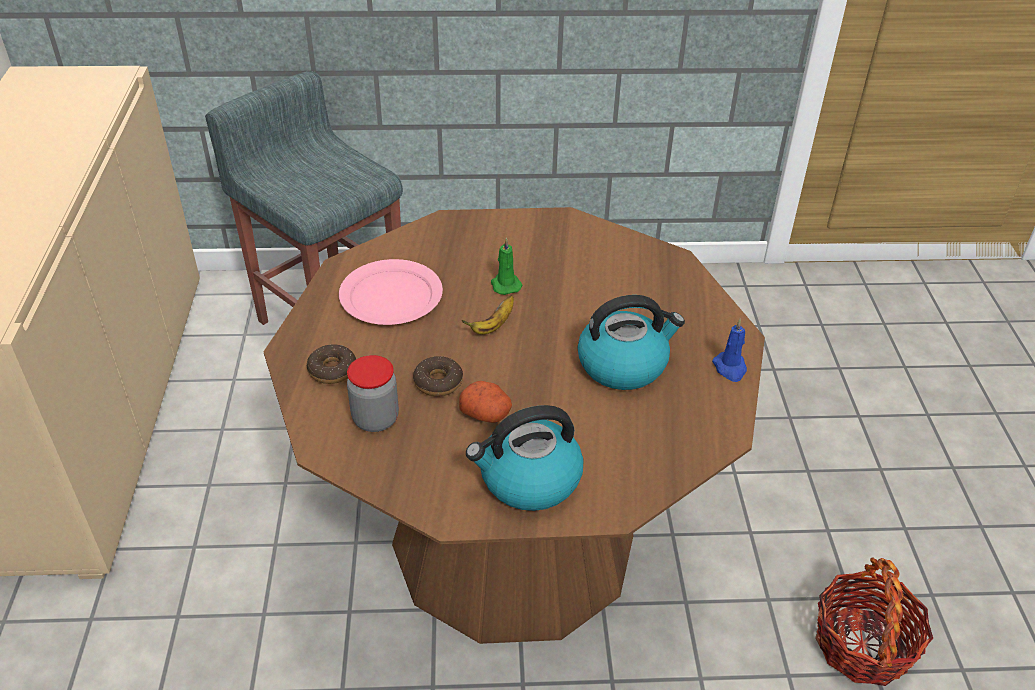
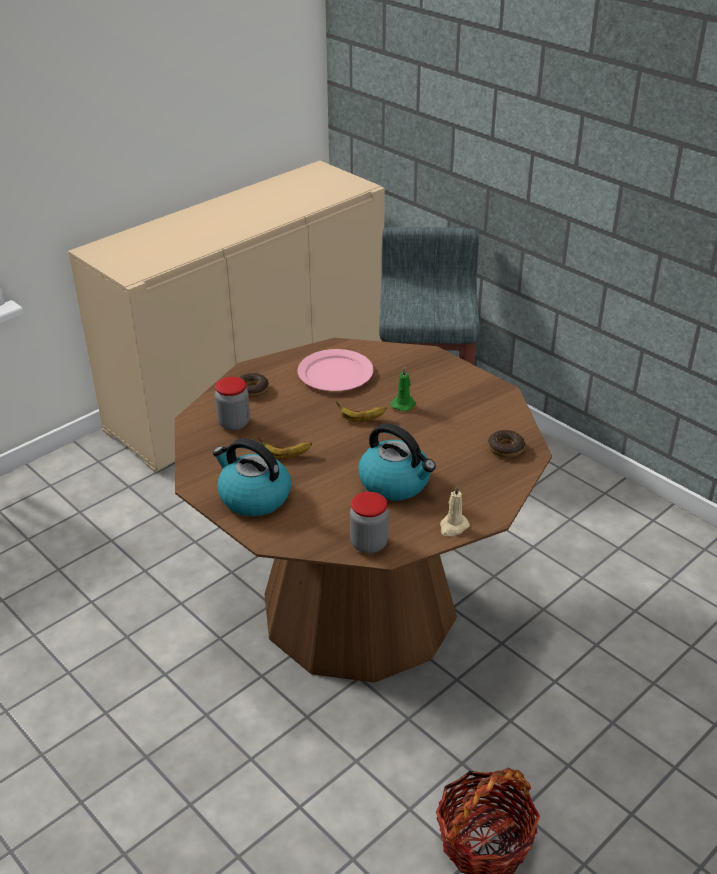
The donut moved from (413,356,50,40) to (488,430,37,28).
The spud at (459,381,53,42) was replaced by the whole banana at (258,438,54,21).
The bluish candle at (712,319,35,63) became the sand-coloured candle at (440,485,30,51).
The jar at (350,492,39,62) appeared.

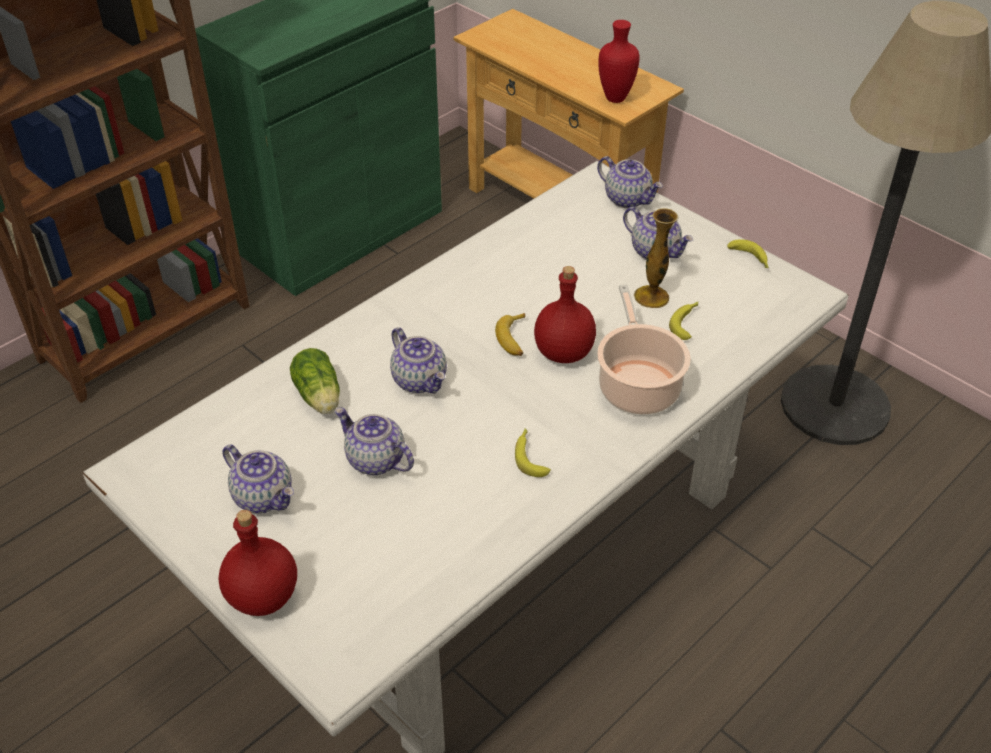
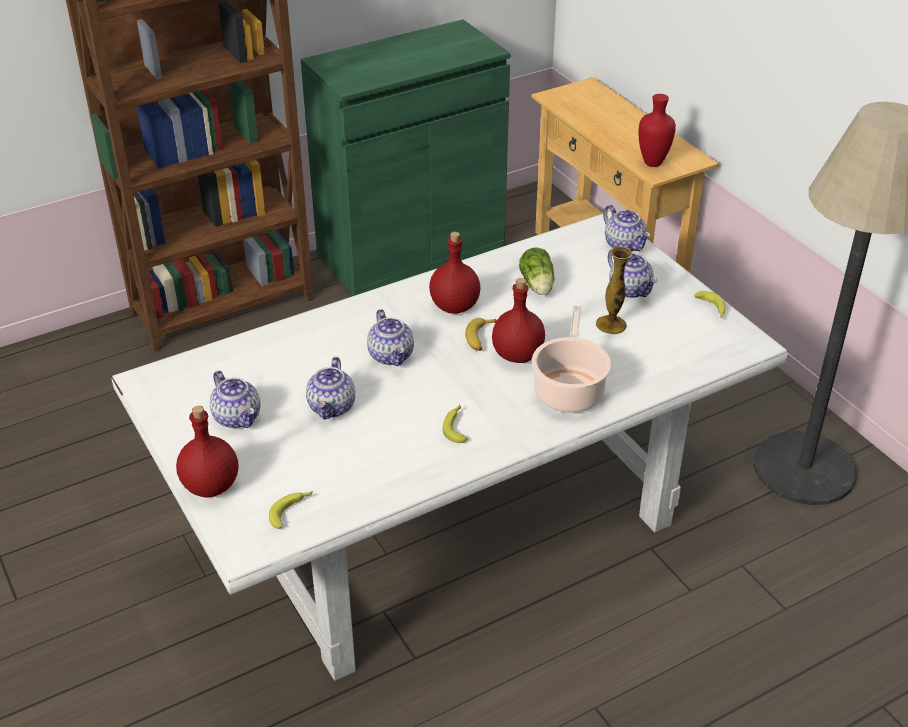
The lettuce head moved from (290,348,50,66) to (519,248,36,47).
The pot for tea at (335,408,79,67) turned 135 degrees counterclockwise.
The whole banana moved from (669,302,29,38) to (269,491,44,38).
The red drink bottle at (429,232,52,82) appeared.

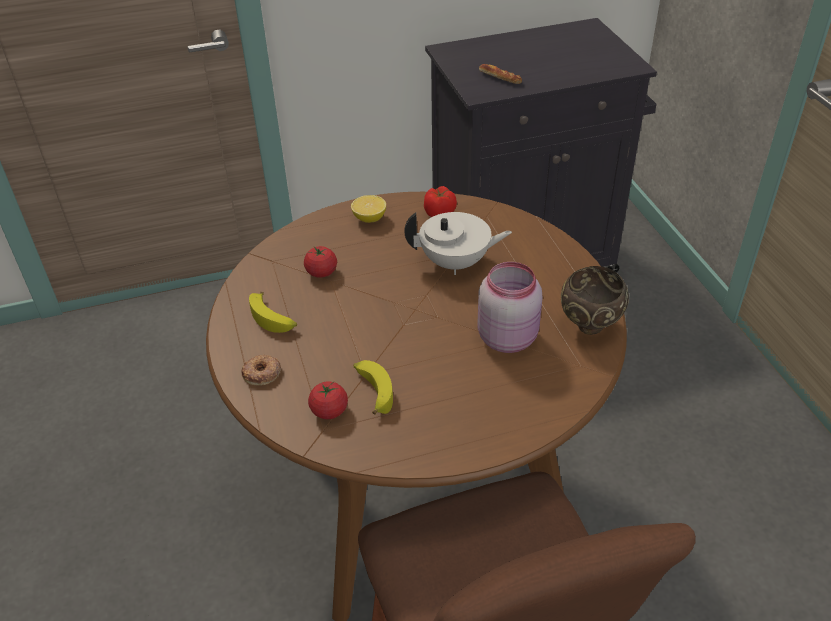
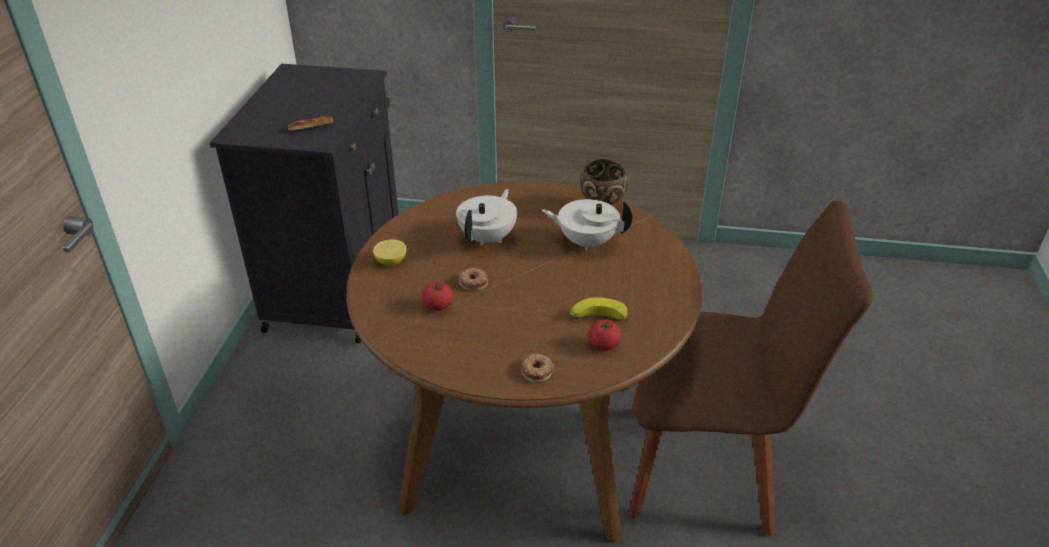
The whole banana at (249,292,48,41) disappeared.
The fresh tomato at (424,186,33,31) disappeared.
The pink jar at (477,262,65,91) was replaced by the white-coloured pot for tea at (542,199,91,52).
The donut at (459,268,29,23) appeared.

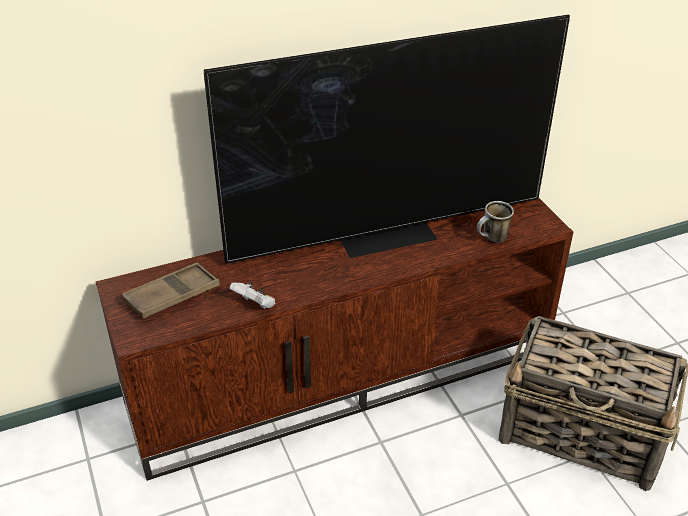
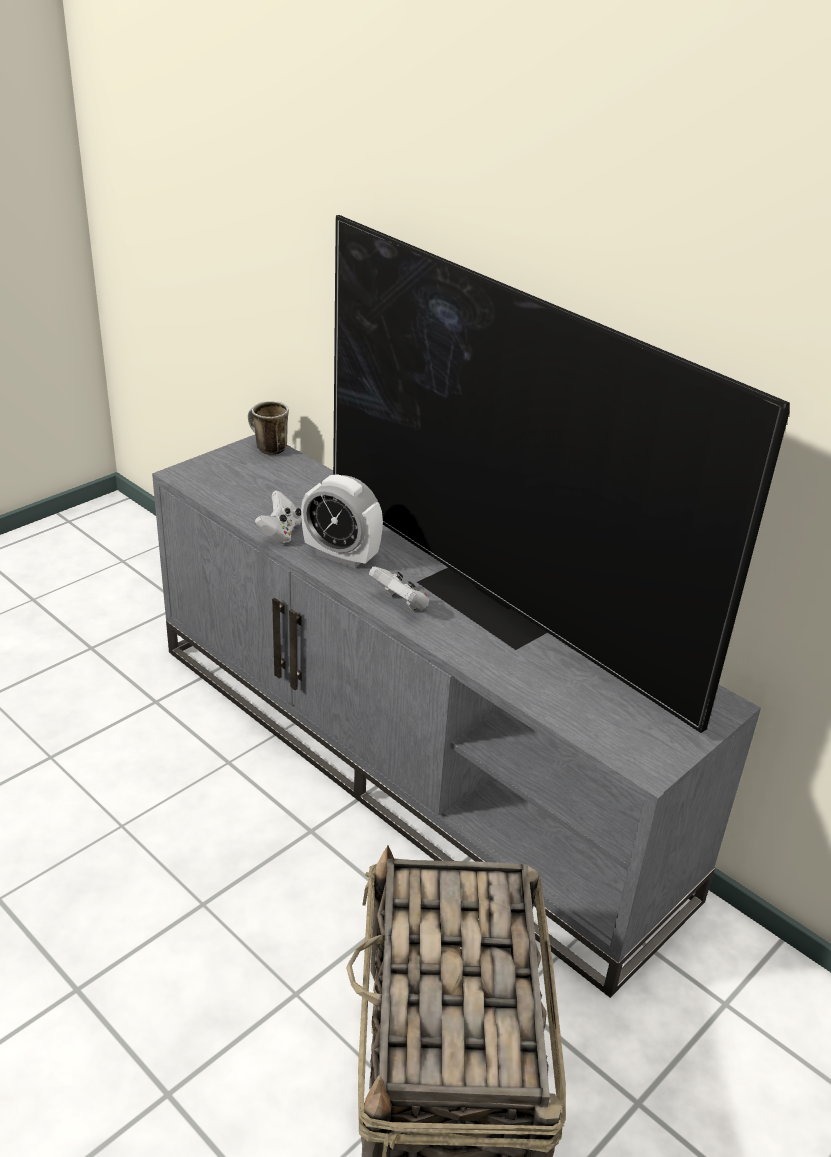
The brownish tv unit at (96,198,477,283) became the greyish tv unit at (152,435,609,563).
The brownish serving tray at (122,262,98,56) disappeared.
The coffee mug moved from (477,201,37,42) to (248,401,41,54).
The table clock at (301,474,82,94) appeared.
The white-coloured game controller at (369,566,60,45) appeared.

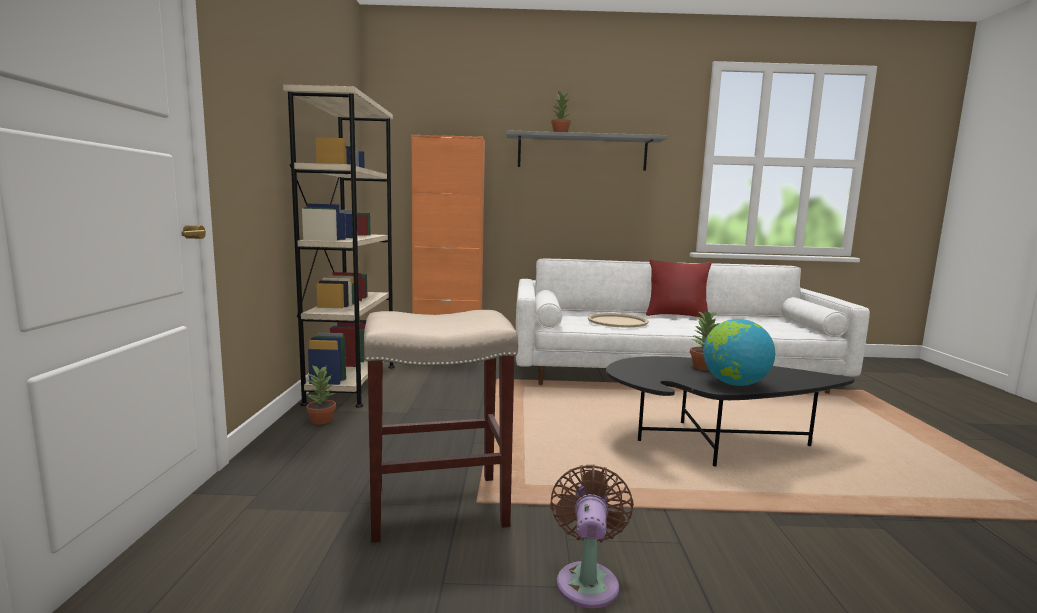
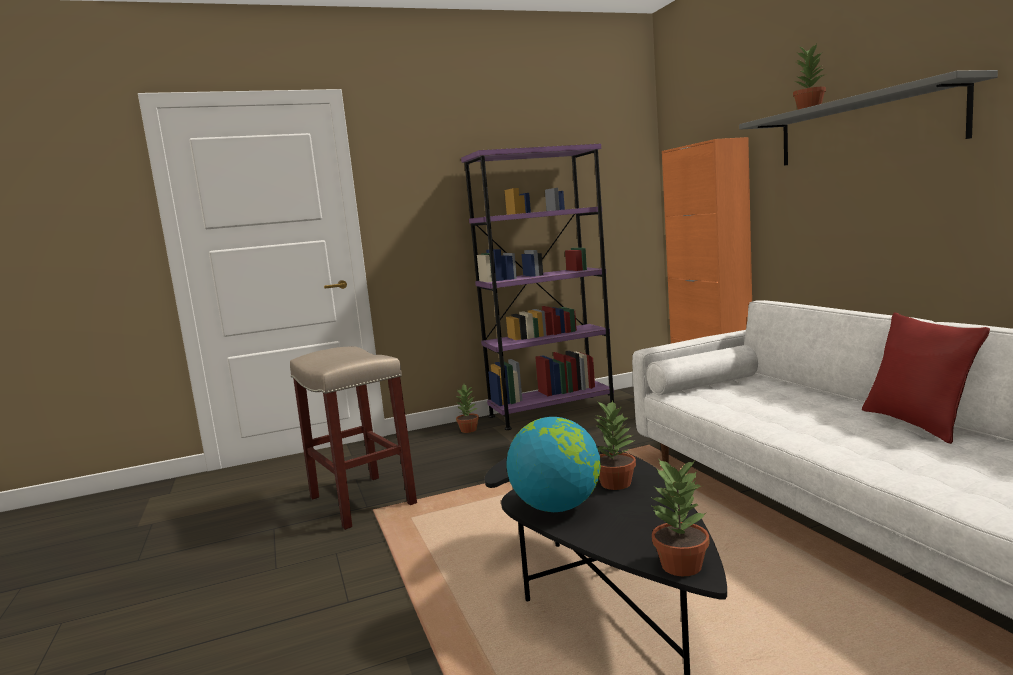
The sand-coloured shelving unit at (283,84,112,324) became the purple-coloured shelving unit at (461,144,153,286).
The brownish fan at (550,464,84,144) disappeared.
The sand-coloured serving tray at (588,313,61,14) disappeared.
The potted plant at (650,458,60,118) appeared.

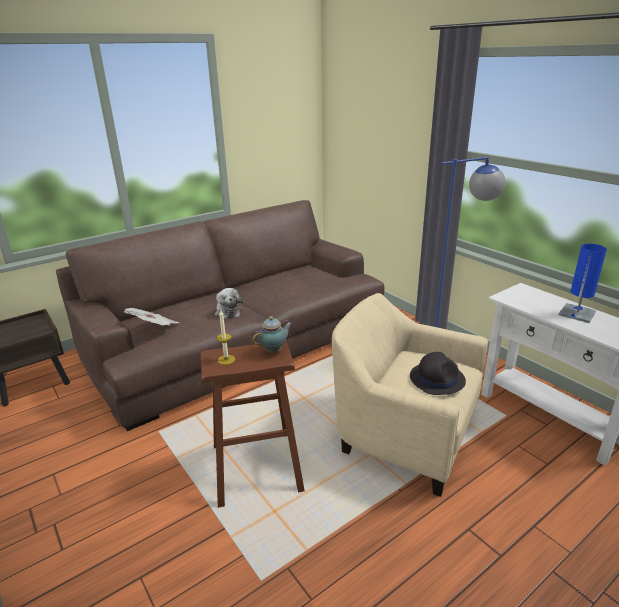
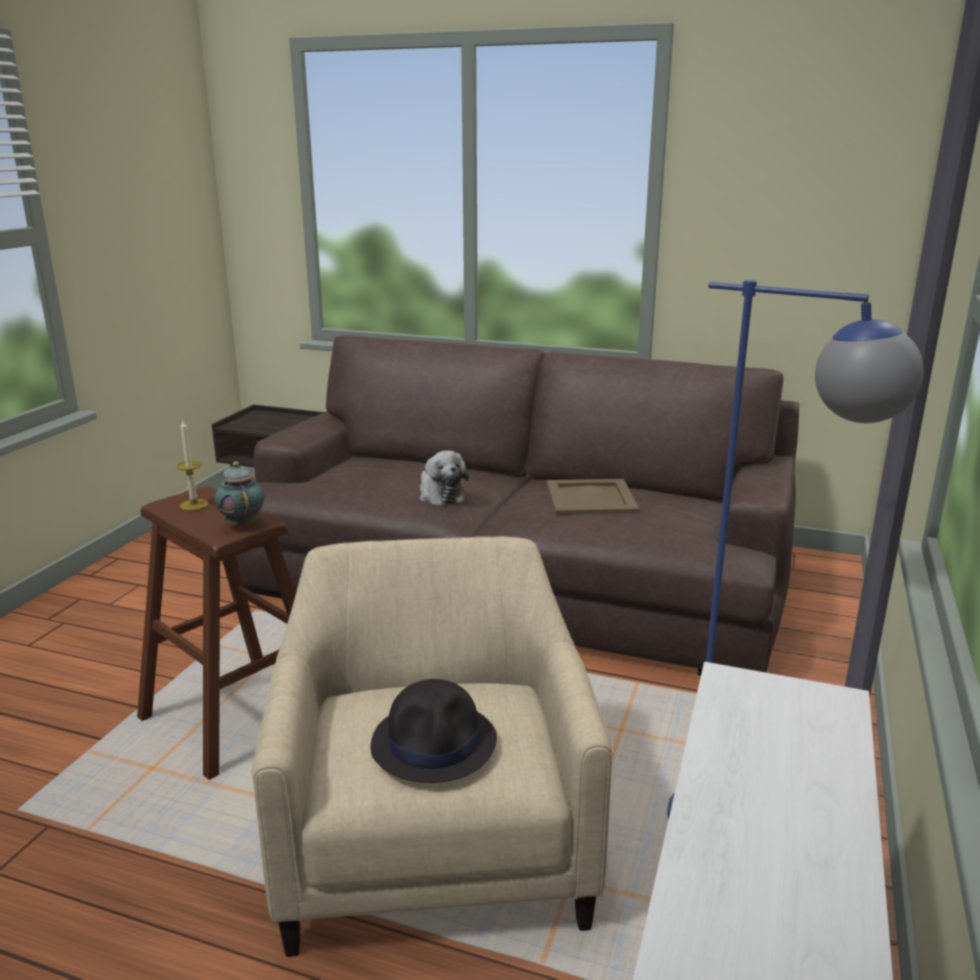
The printed paper at (124,308,55,18) disappeared.
The plush toy at (215,288,28,31) turned 60 degrees counterclockwise.
The pot for tea at (252,316,41,37) turned 135 degrees counterclockwise.
The bluish tabletop lamp at (559,244,48,79) disappeared.
The sand-coloured serving tray at (547,479,92,36) appeared.

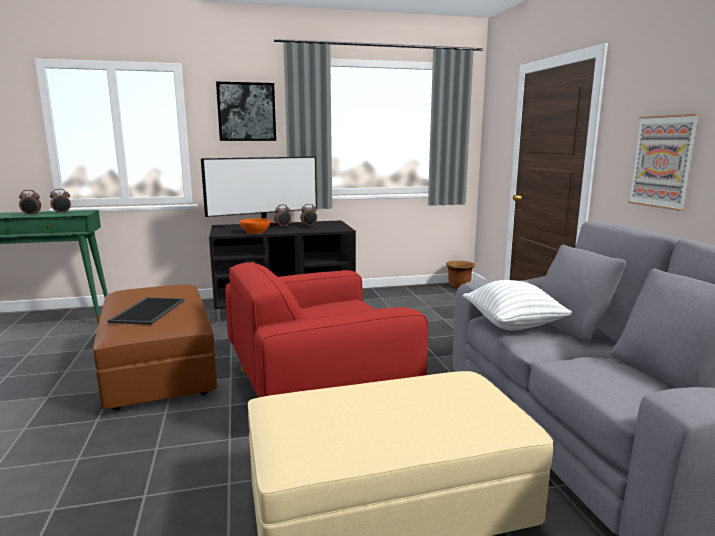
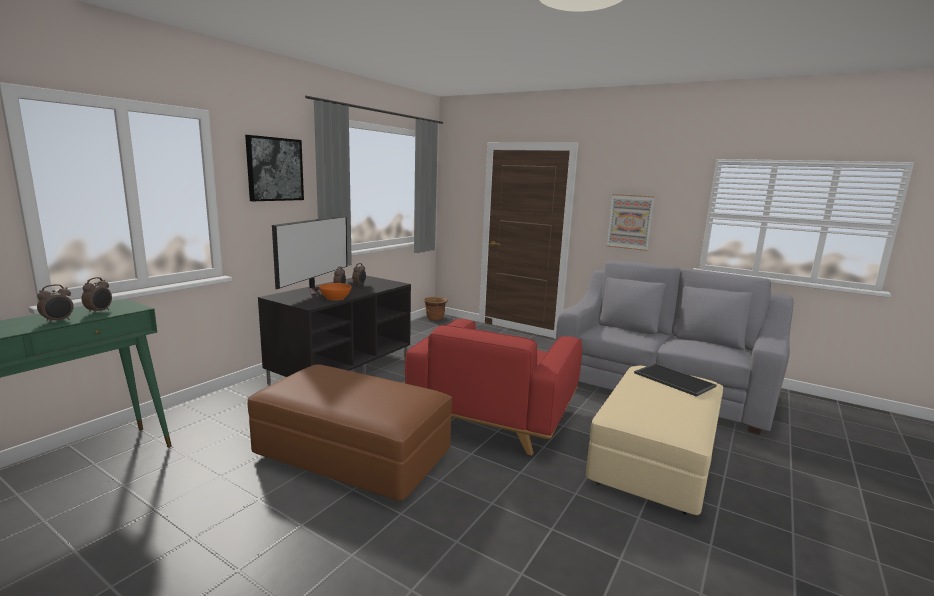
The serving tray moved from (107,297,78,28) to (634,363,82,34).
The white-coloured pillow at (463,280,109,50) disappeared.

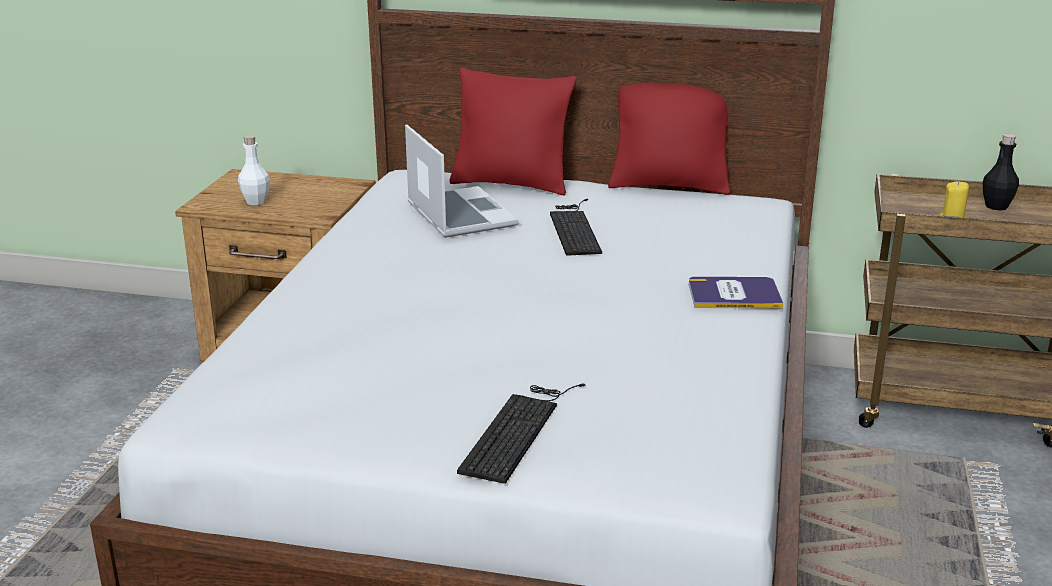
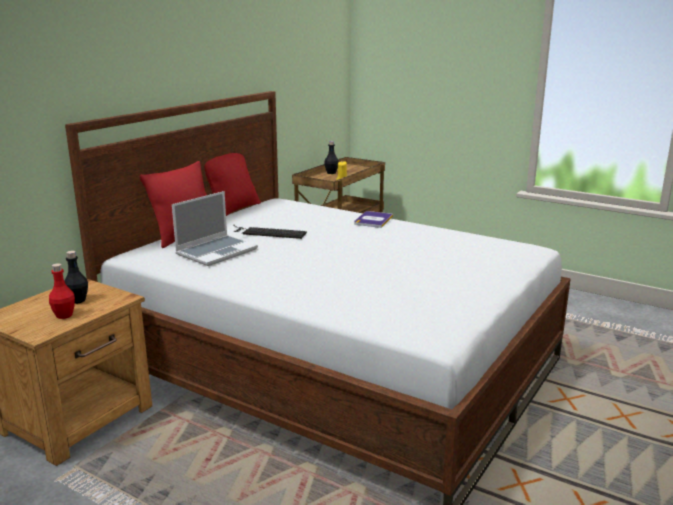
The white-coloured drink bottle at (238,135,32,70) became the red drink bottle at (49,263,26,56).
The notebook computer at (405,124,114,114) turned 135 degrees clockwise.
The computer keyboard at (457,384,128,100) disappeared.
The blackish drink bottle at (64,251,24,53) appeared.

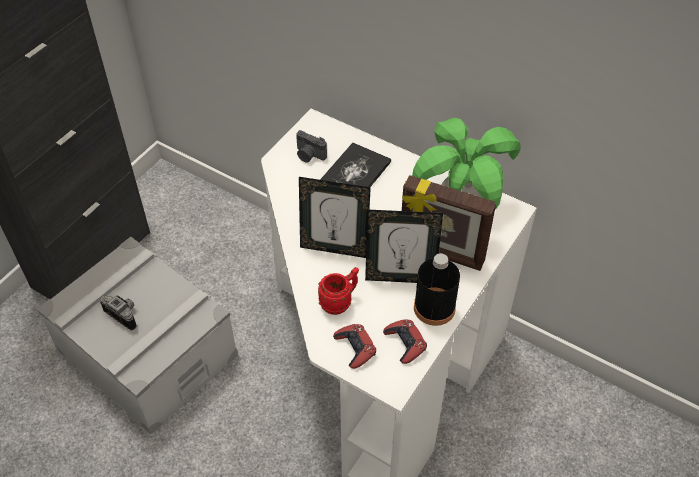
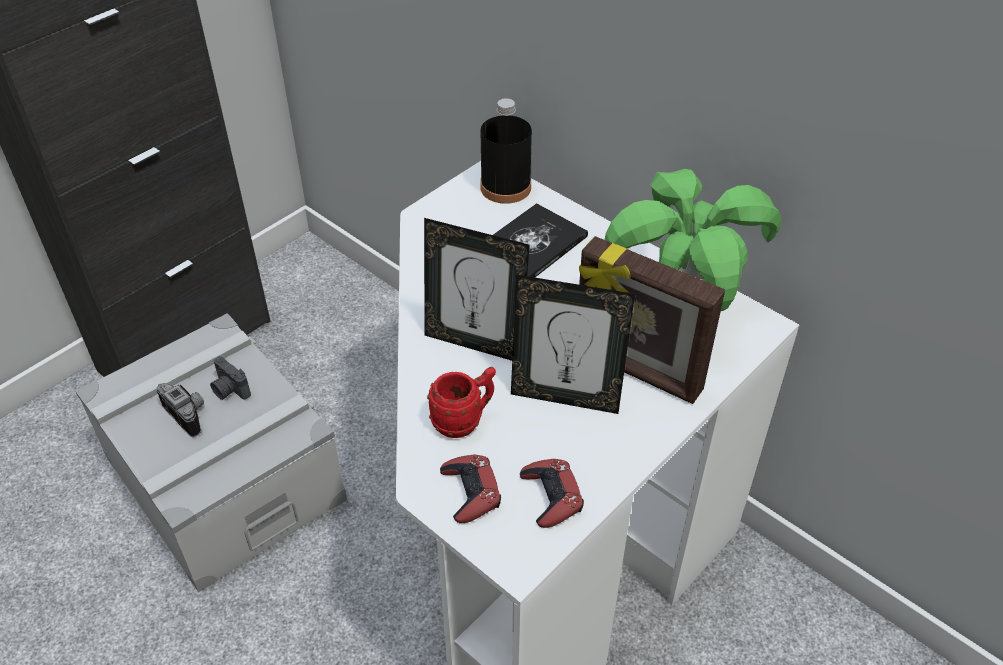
The photo camera moved from (296,130,31,33) to (210,356,41,44).
The blackish drink bottle moved from (414,253,46,73) to (480,98,52,106).

